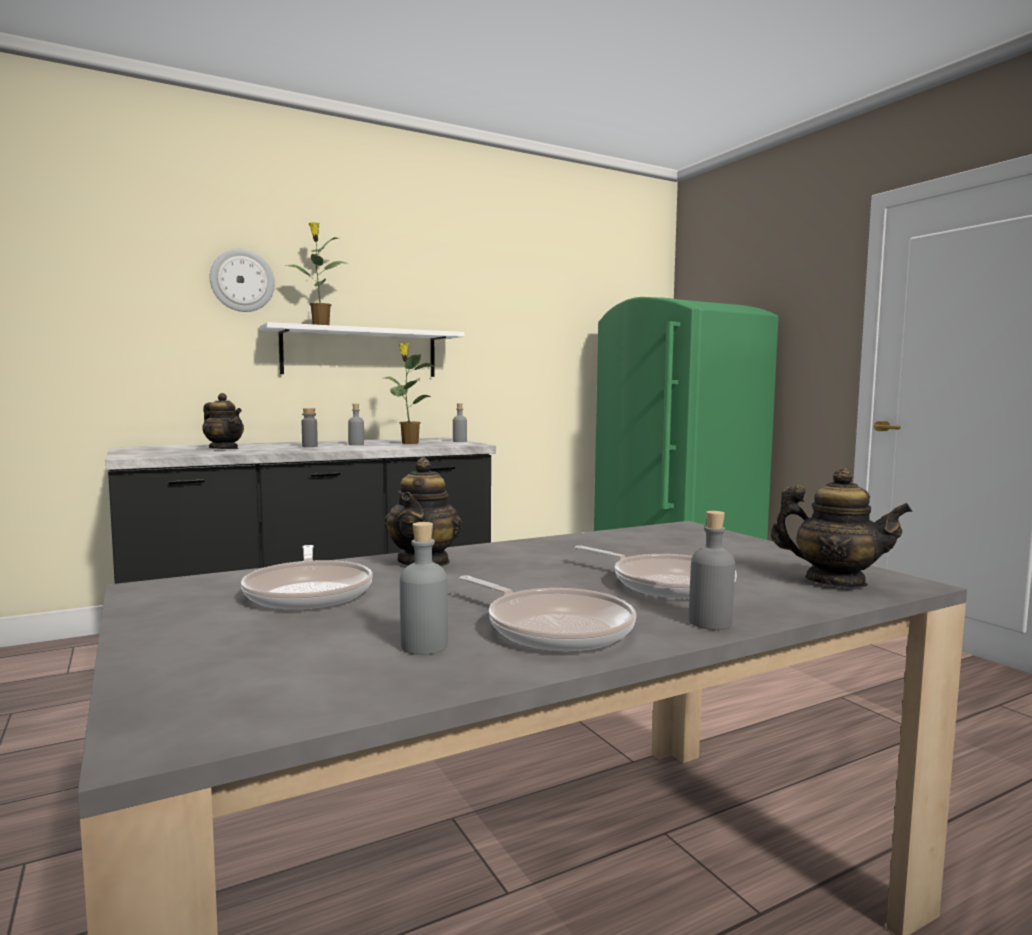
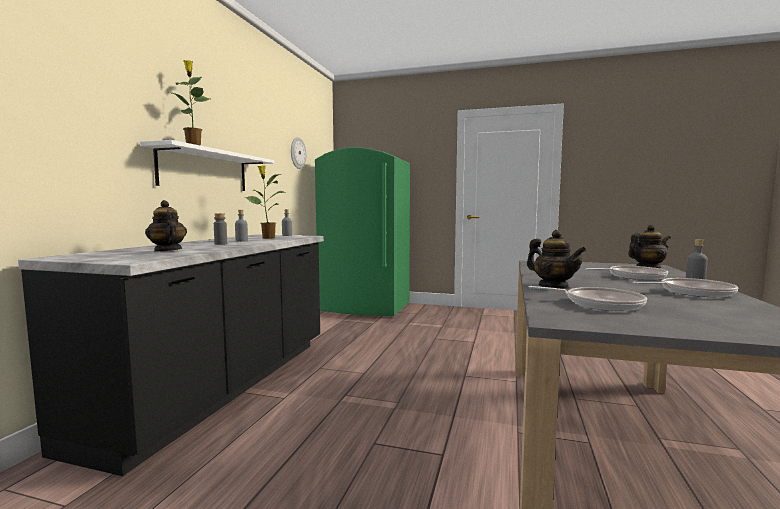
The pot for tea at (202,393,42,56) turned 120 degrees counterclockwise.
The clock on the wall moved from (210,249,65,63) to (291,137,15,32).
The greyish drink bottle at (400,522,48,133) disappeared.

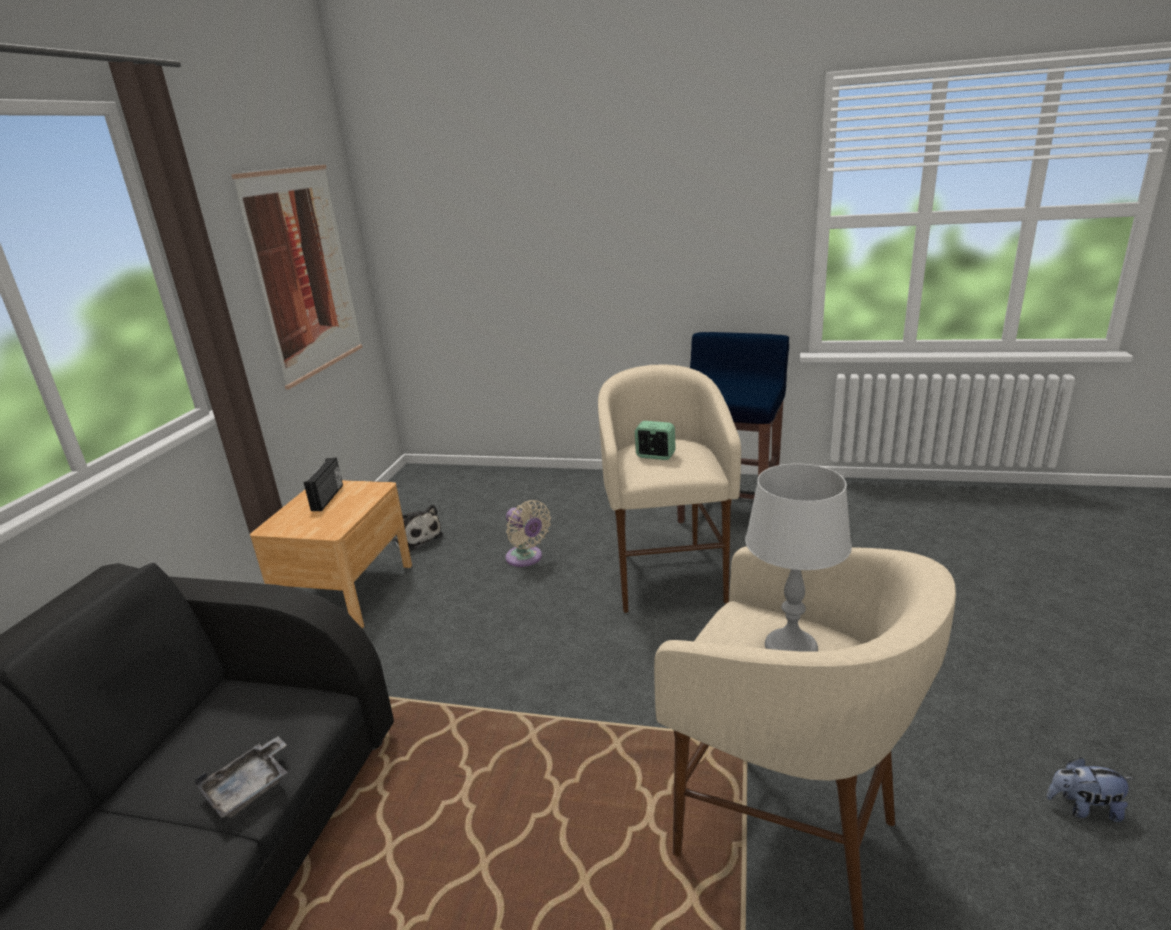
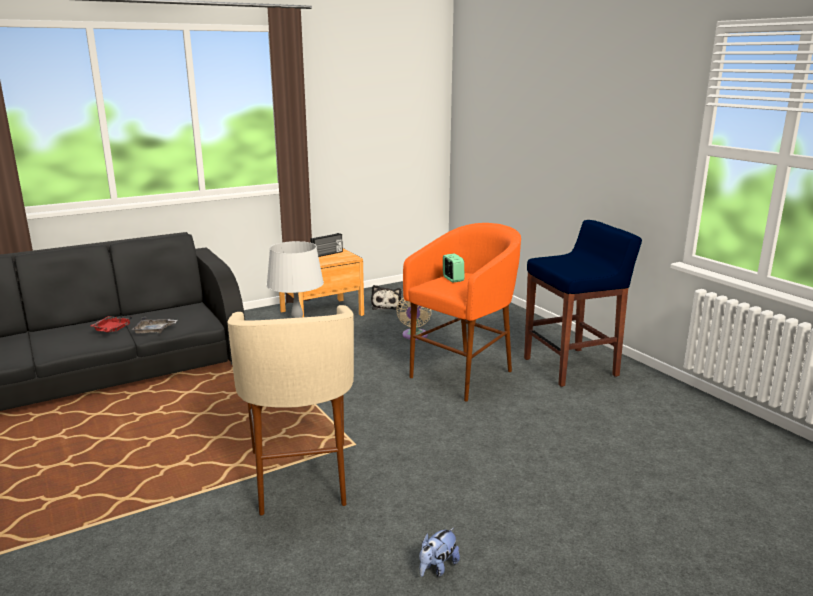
The wall art at (231,164,132,225) disappeared.
The sand-coloured sitting stool at (598,365,143,248) became the orange sitting stool at (403,223,118,178).
The plush toy at (1046,757,89,65) turned 105 degrees counterclockwise.
The red serving tray at (90,316,42,16) appeared.

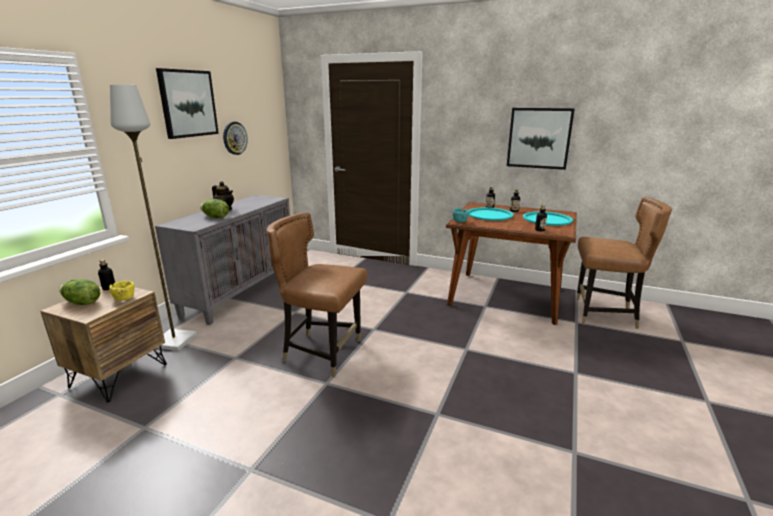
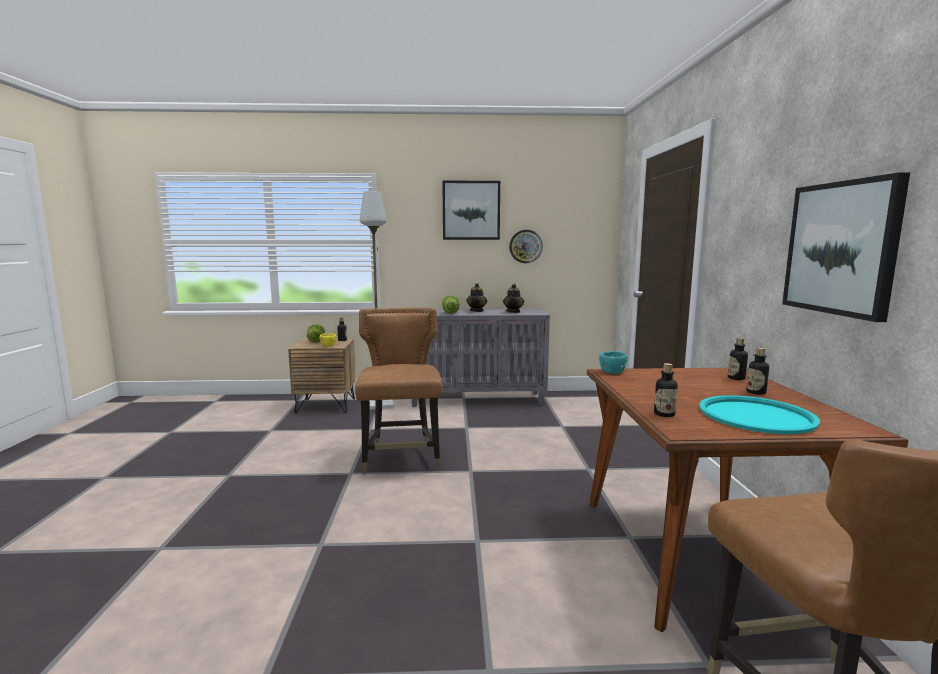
The blue-green serving tray at (469,207,44,14) disappeared.
The pot for tea at (503,284,21,29) appeared.

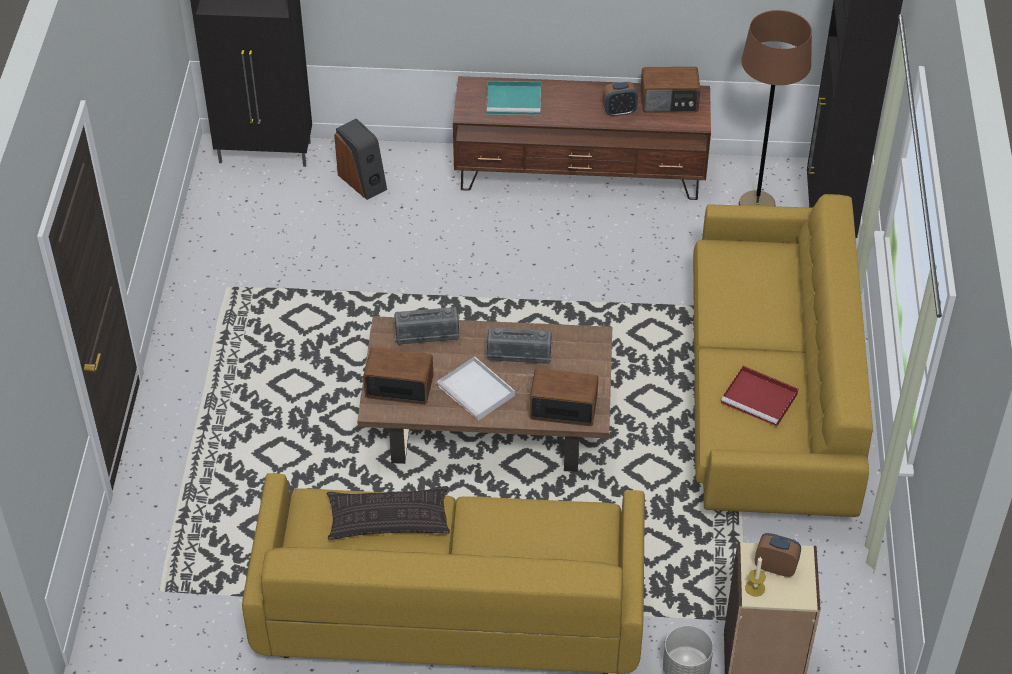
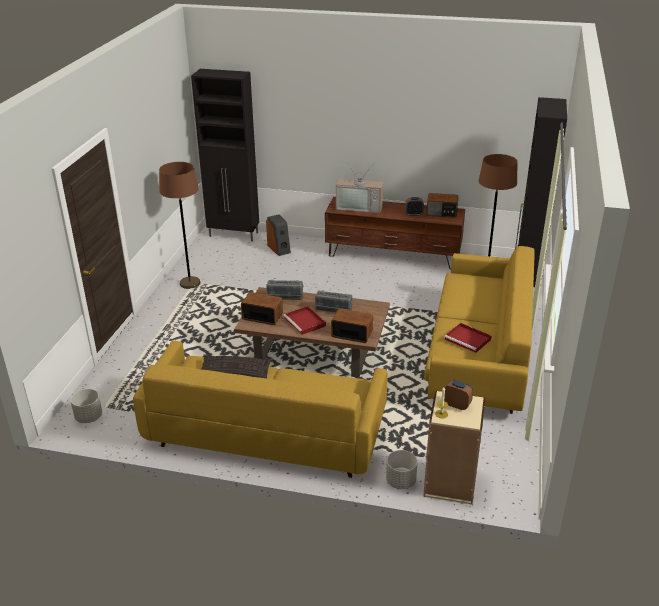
The white-coloured serving tray at (437,356,78,65) became the red serving tray at (283,306,43,29).
The blue-green serving tray at (486,81,55,35) was replaced by the TV at (336,160,47,53).
The greyish planter at (70,389,32,34) appeared.
The brownish standard lamp at (159,162,41,127) appeared.

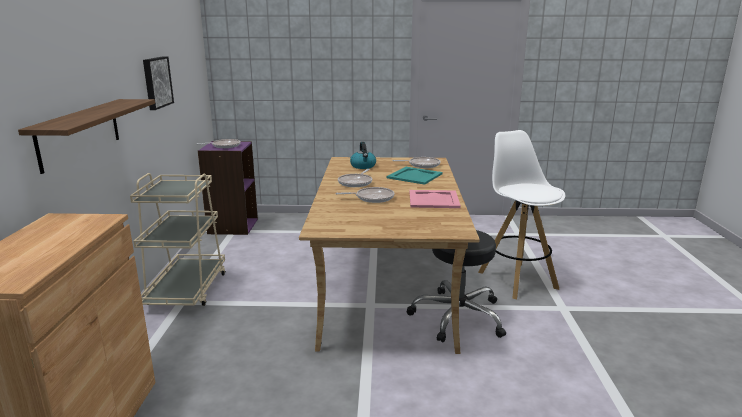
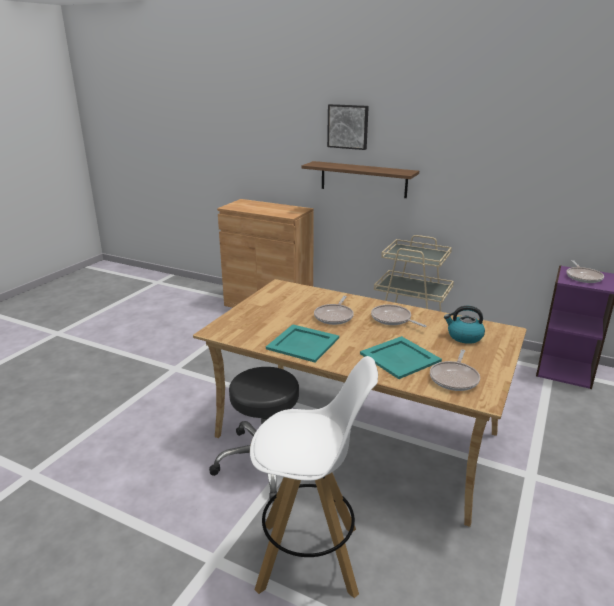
The wall art moved from (143,56,31,54) to (327,104,42,46).
The pink serving tray at (409,190,52,18) became the blue-green serving tray at (266,324,73,39).

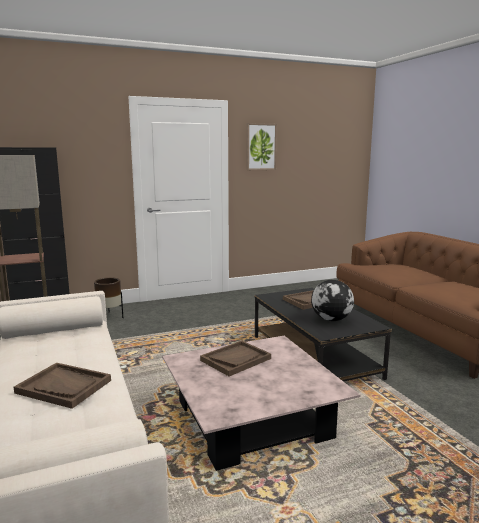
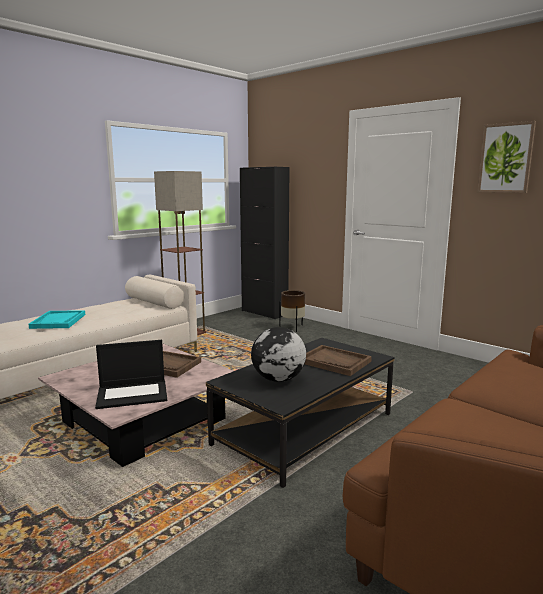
The brownish serving tray at (14,363,97,46) became the blue-green serving tray at (28,310,57,19).
The notebook computer at (95,340,72,69) appeared.

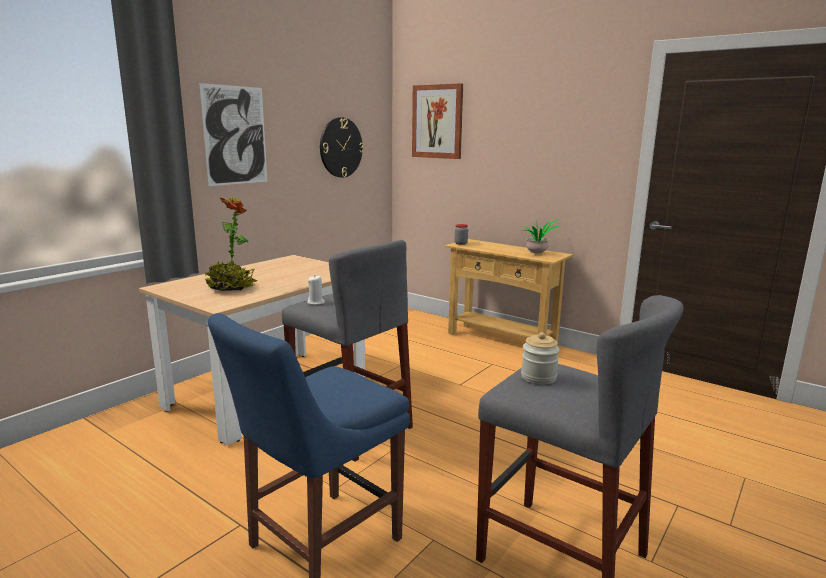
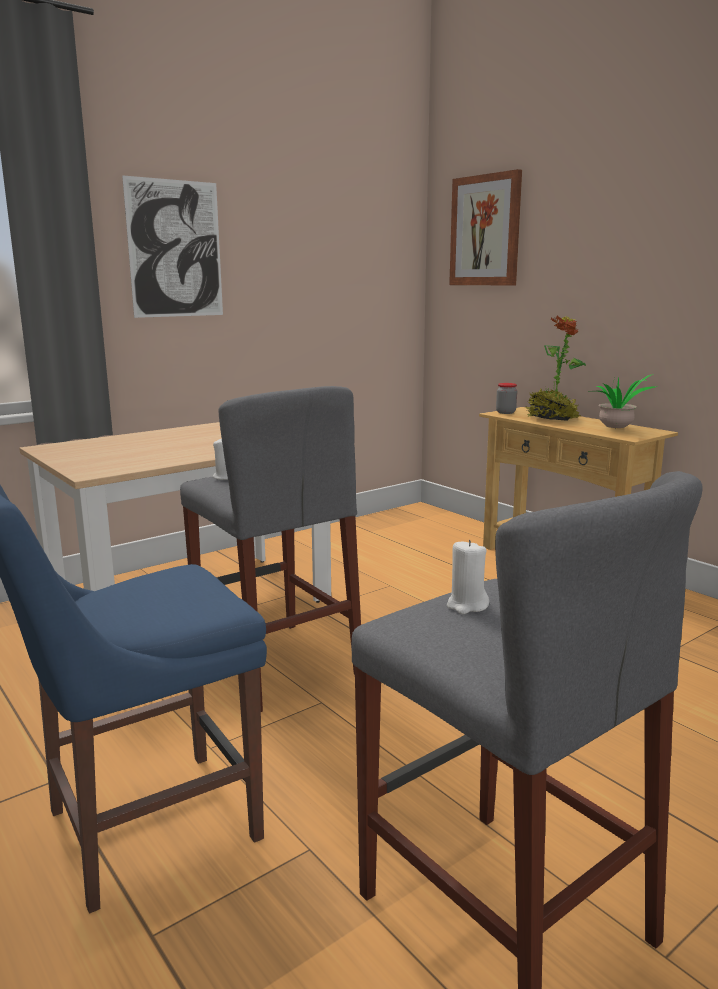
The potted plant moved from (205,197,53,94) to (526,316,60,105).
The clock on the wall at (320,117,44,60) disappeared.
The jar at (521,332,39,53) was replaced by the white-coloured candle at (447,540,42,74).

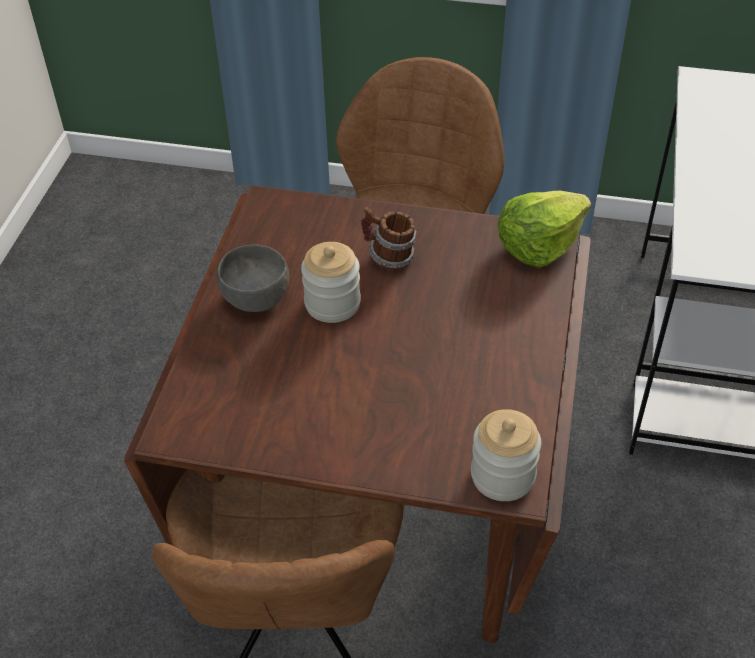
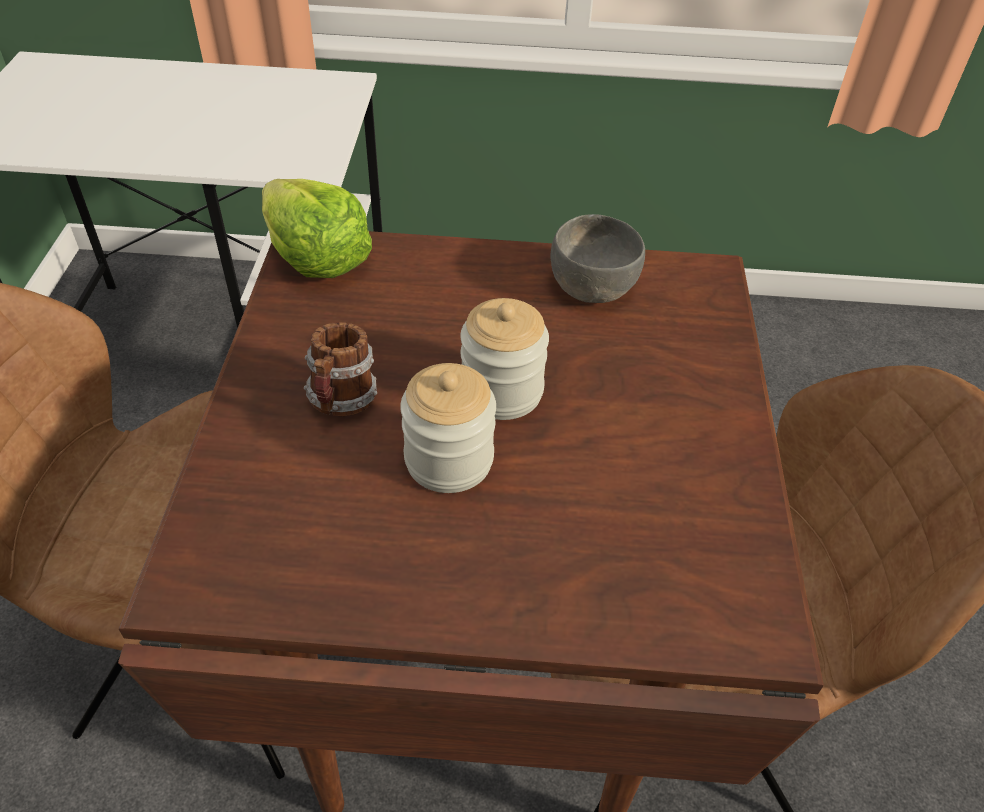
The greyish deep dish moved from (217,244,72,68) to (550,214,95,89).
The jar moved from (471,409,70,92) to (460,298,89,122).

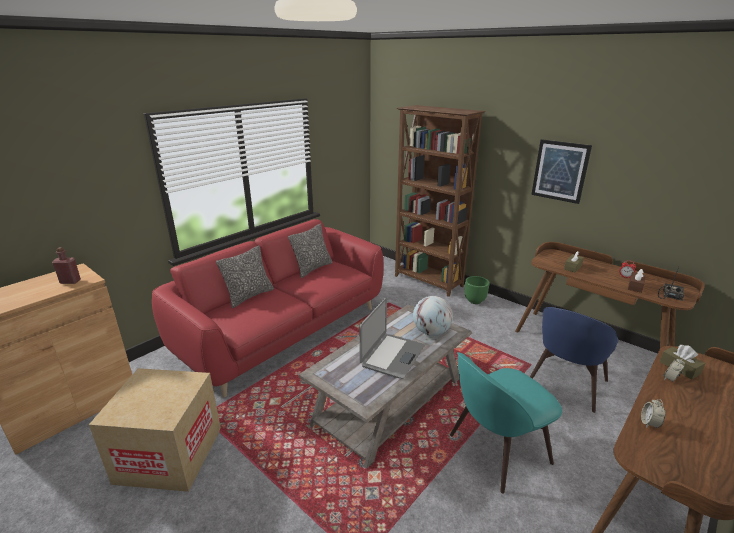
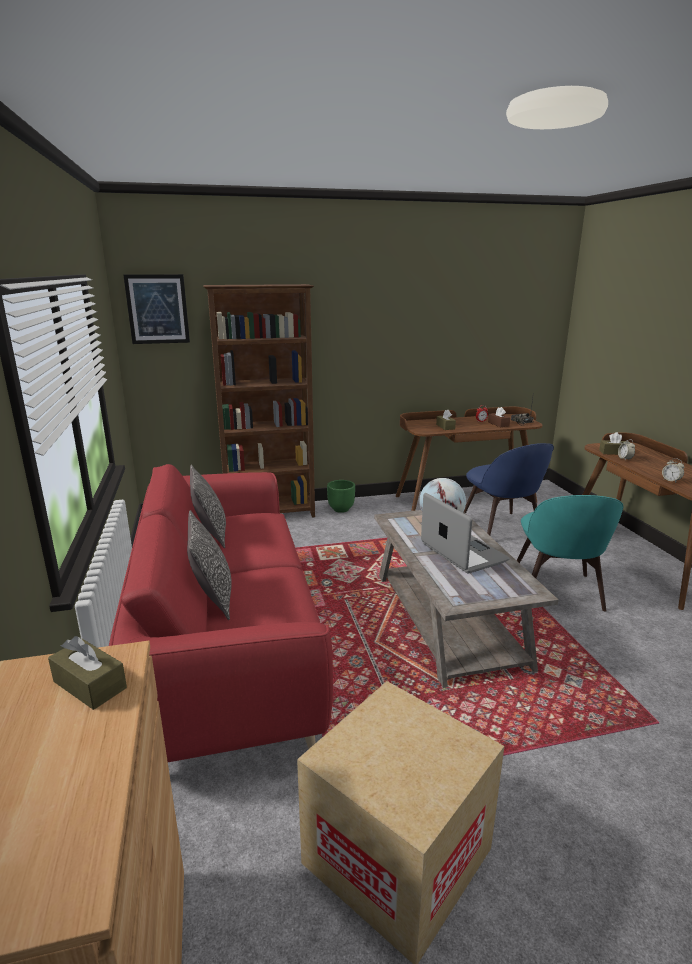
The red drink bottle at (52,247,29,37) was replaced by the brownish tissue box at (48,636,79,74).
The wall art moved from (531,139,61,65) to (123,274,67,70).

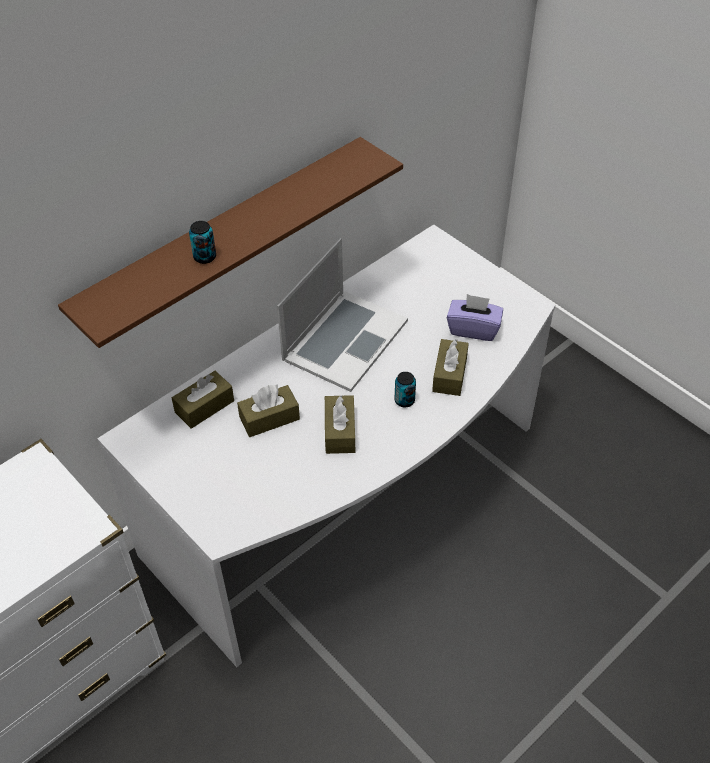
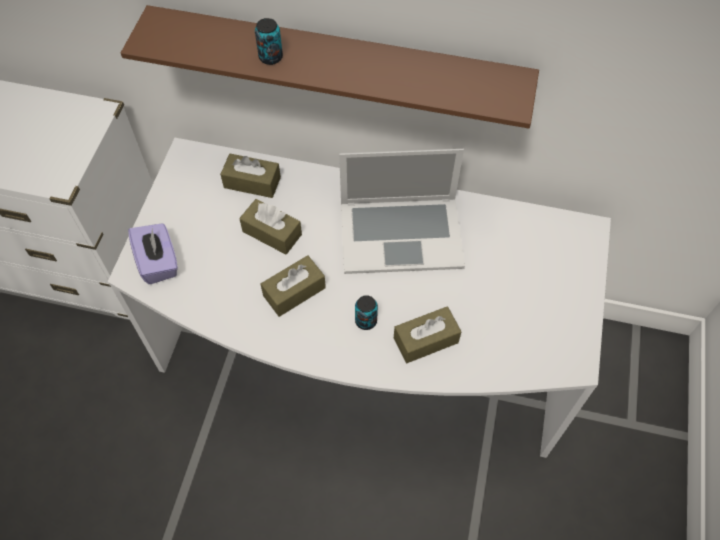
The purple-coloured tissue box moved from (447,294,56,47) to (128,223,50,61).

